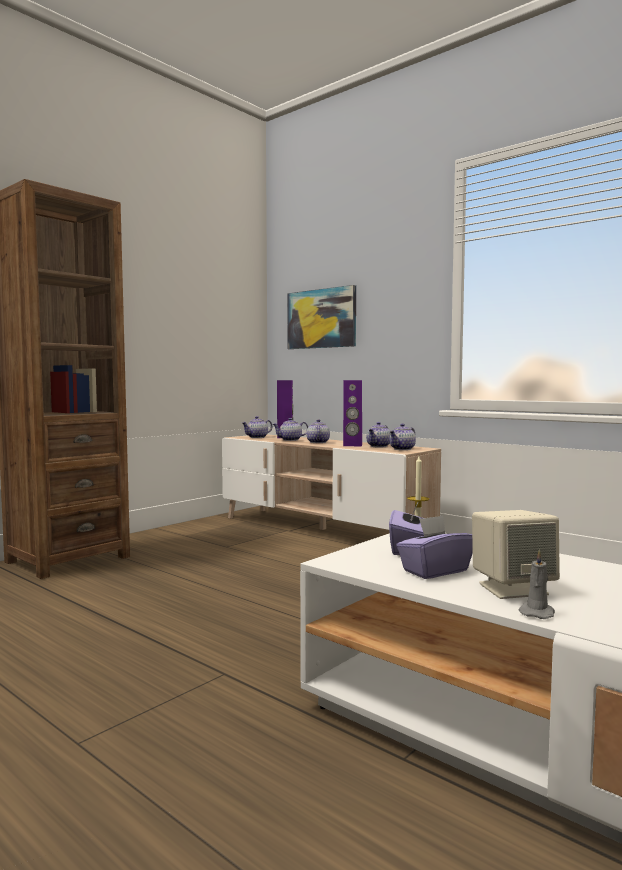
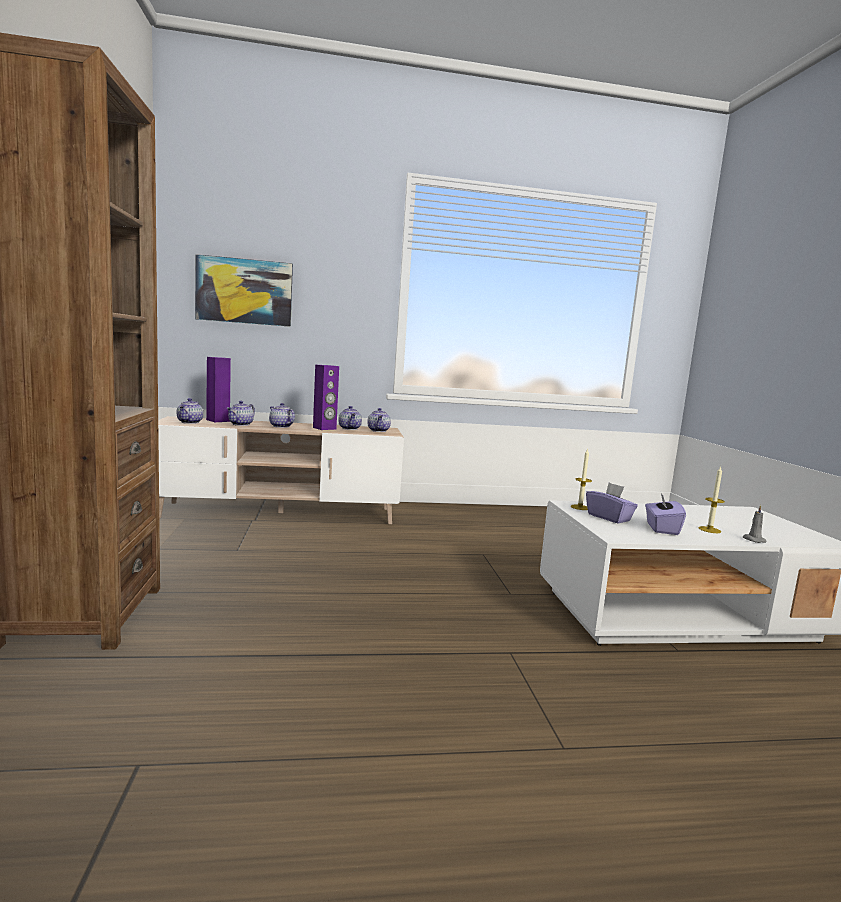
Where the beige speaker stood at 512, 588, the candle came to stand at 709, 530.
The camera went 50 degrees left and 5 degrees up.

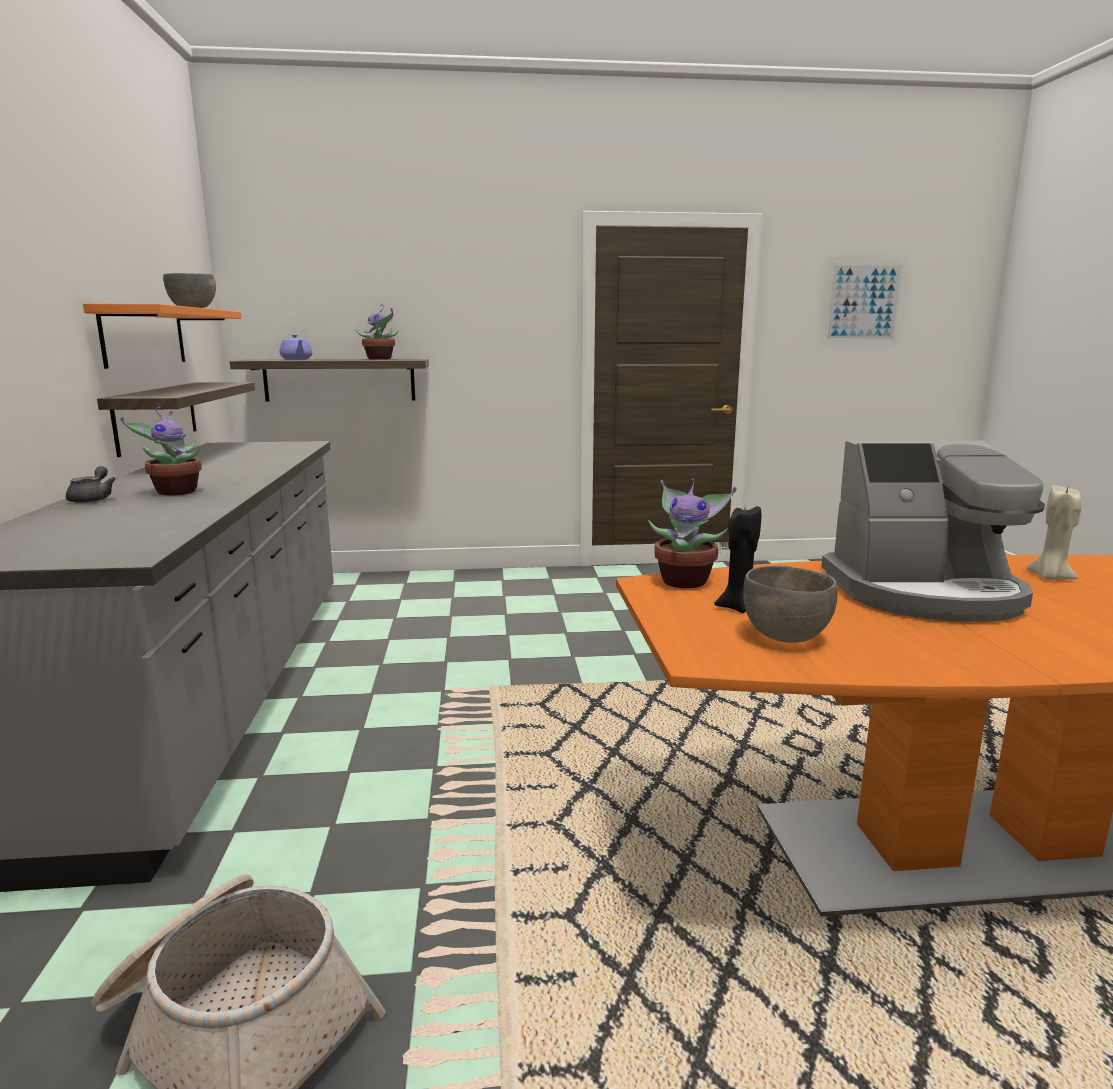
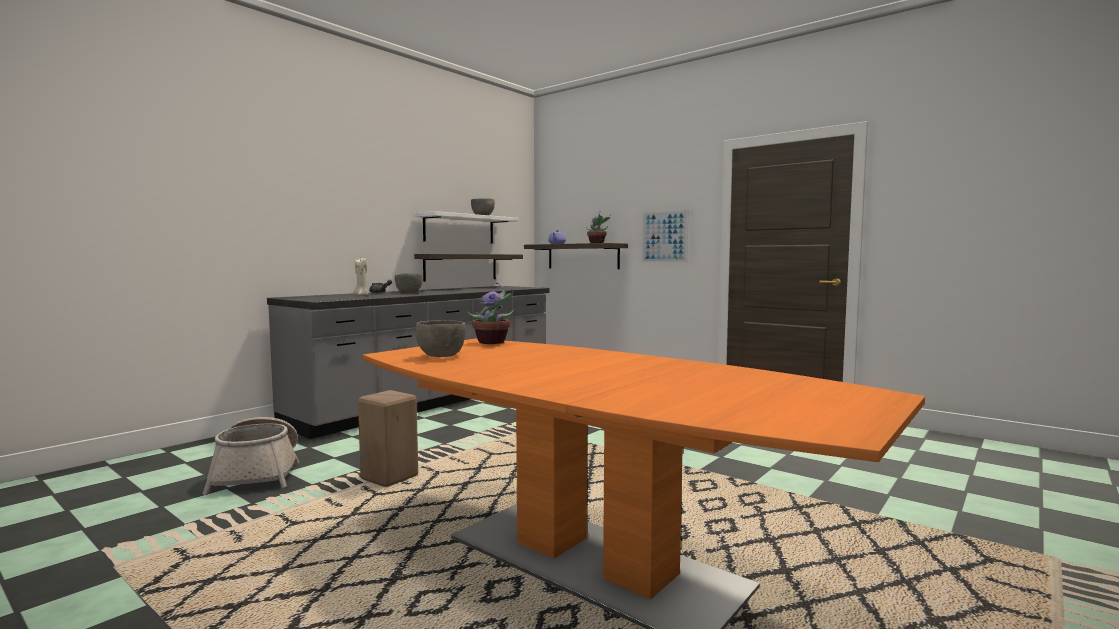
The picture ended up elsewhere, having gone from 863, 302 to 664, 236.
What was the orange shelf at 144, 336 turned into the white shelf at 459, 229.
Where the potted plant stood at 175, 492, the grey bowl came to stand at 409, 293.
The second view lost the coffee machine at 925, 593.
The beige candle ended up elsewhere, having gone from 1050, 577 to 361, 295.
The second view lost the black candle at 737, 607.
The second view gained the beige stool at 389, 477.
The camera went 45 degrees right and 10 degrees down.

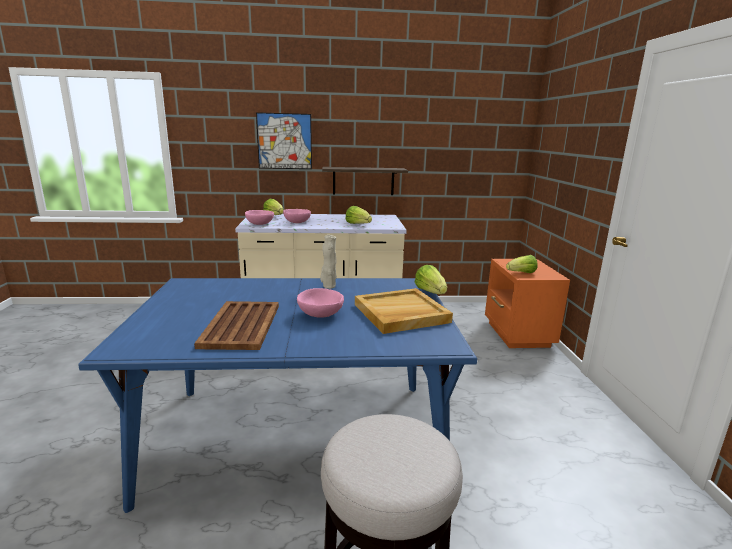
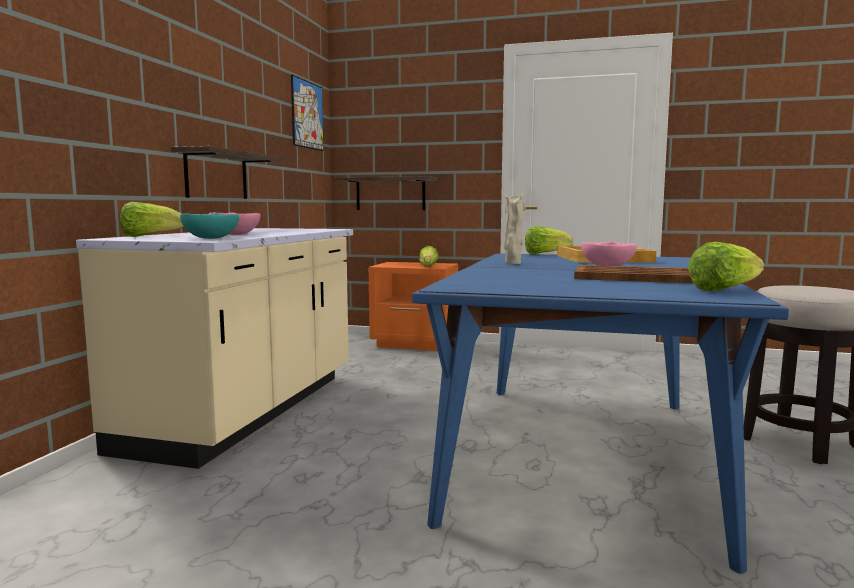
The picture ended up elsewhere, having gone from 284, 141 to 307, 115.
The lettuce ended up elsewhere, having gone from 358, 224 to 723, 290.
What was the pink bowl at 259, 224 turned into the turquoise bowl at 211, 238.
The second view gained the shelf at 390, 194.
The camera went 70 degrees left and 10 degrees down.

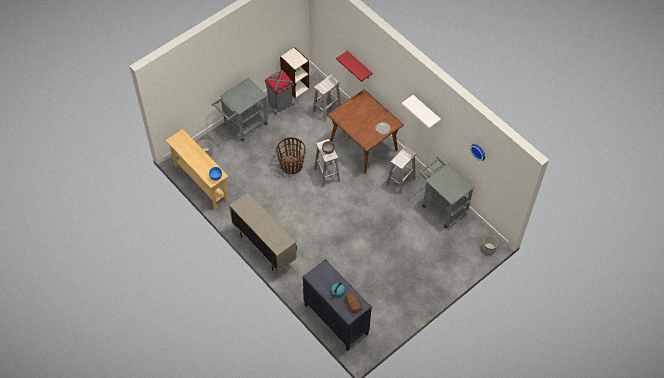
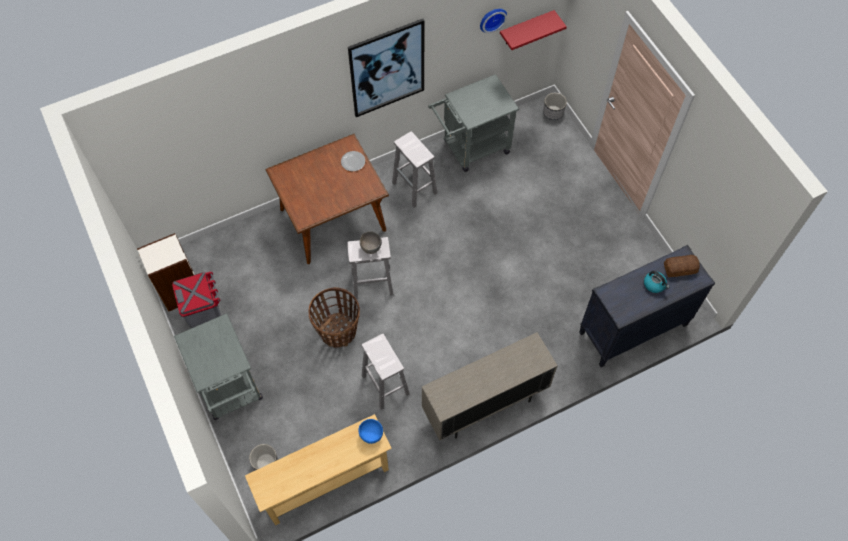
The red shelf ended up elsewhere, having gone from 359, 66 to 526, 28.
The white stool ended up elsewhere, having gone from 327, 110 to 385, 384.
Where the white shelf hung at 426, 111, the picture came to hang at 387, 68.
The camera went 75 degrees left and 5 degrees up.

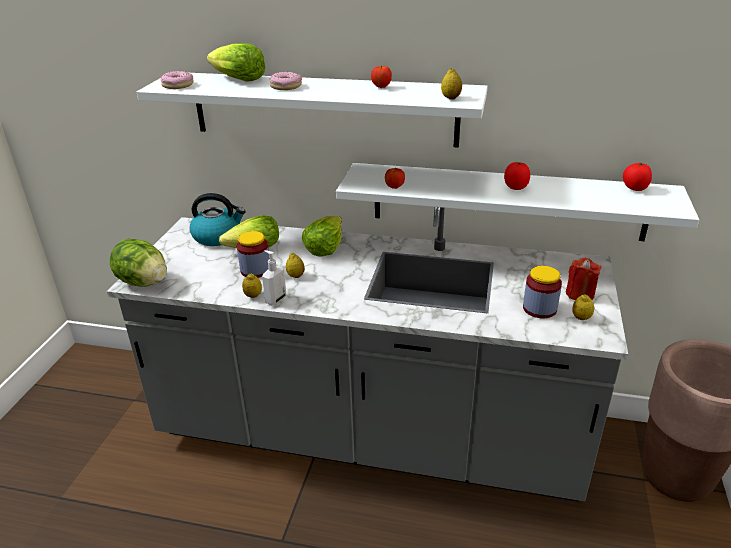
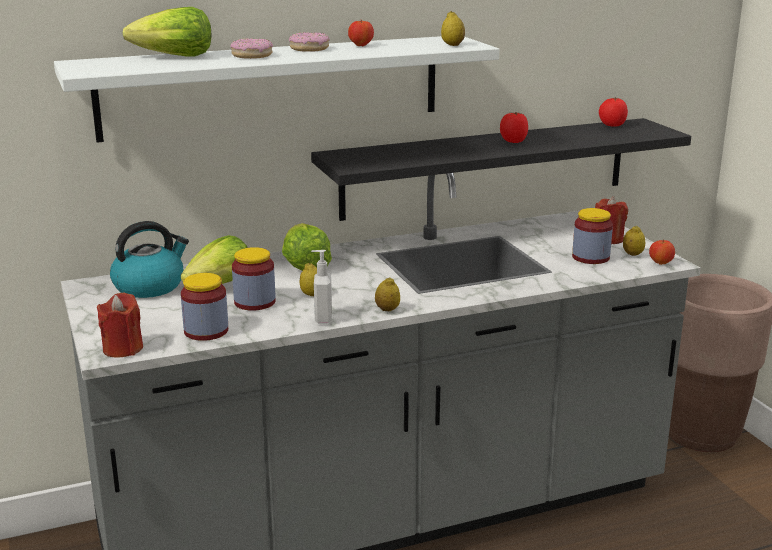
The donut ended up elsewhere, having gone from 178, 85 to 309, 49.
What was the white shelf at 507, 201 turned into the black shelf at 486, 168.
The apple ended up elsewhere, having gone from 394, 187 to 660, 263.
Where the lettuce stood at 144, 282, the red candle came to stand at 123, 349.
The lemon ended up elsewhere, having gone from 253, 295 to 387, 310.
The second view gained the jar at 206, 331.
The camera went 35 degrees left and 10 degrees down.

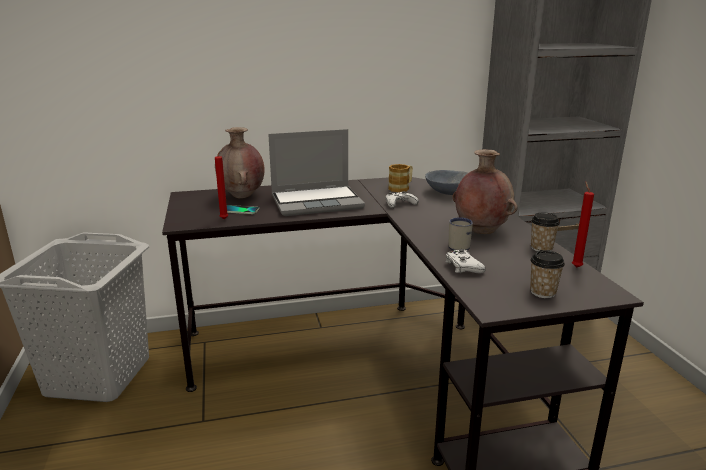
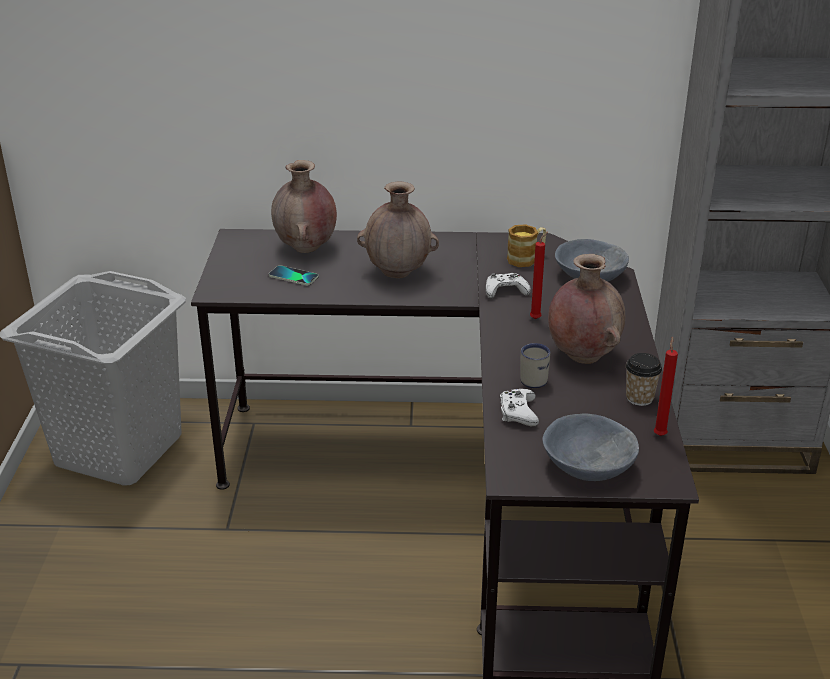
Where the laptop stood at 317, 202, the brown vase came to stand at 398, 273.
The red candle ended up elsewhere, having gone from 225, 218 to 536, 318.
Where the cup stood at 542, 292, the grey bowl came to stand at 586, 466.
The camera went 15 degrees right and 10 degrees up.

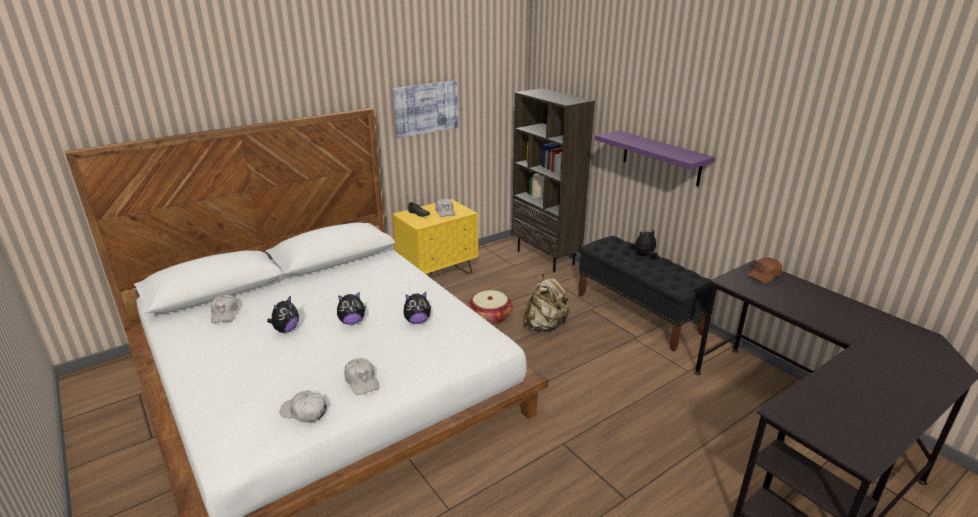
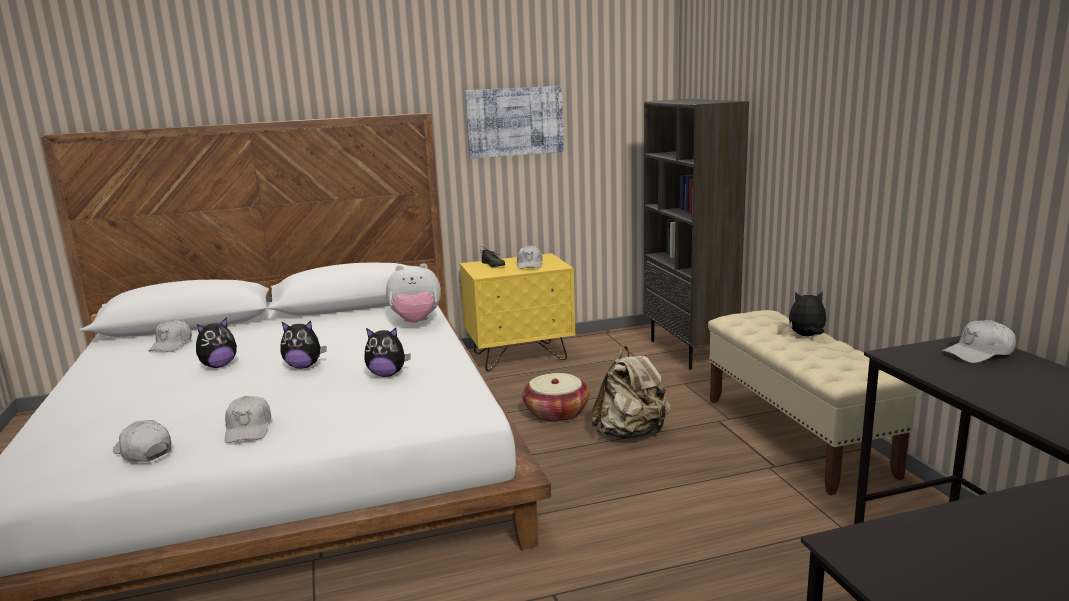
The second view lost the purple shelf at 661, 158.
What was the black bench at 638, 314 turned into the beige bench at 796, 436.
What was the brown cap at 764, 275 turned into the white cap at 979, 353.
The second view gained the plush toy at 416, 322.
The camera went 20 degrees right and 10 degrees down.

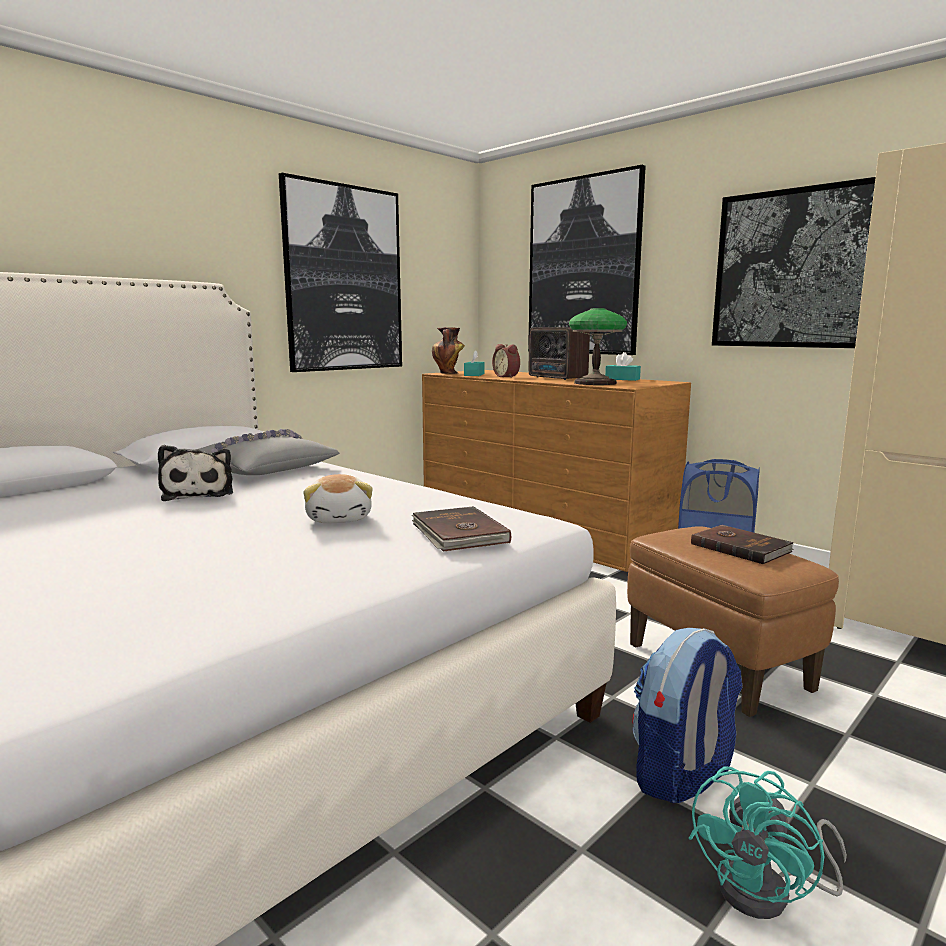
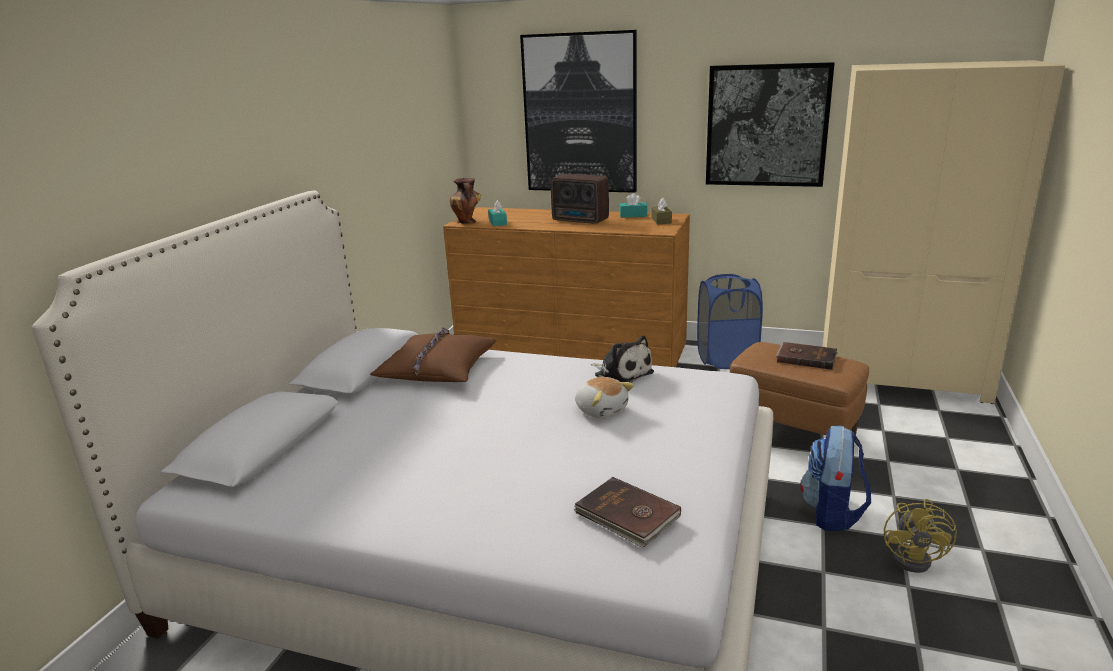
The second view lost the picture at 344, 279.
The second view lost the table lamp at 595, 383.
The second view lost the alarm clock at 507, 377.
What was the grey pillow at 262, 469 turned into the brown pillow at 437, 369.
The plush toy ended up elsewhere, having gone from 199, 494 to 621, 374.
The brown book ended up elsewhere, having gone from 458, 533 to 627, 515.
What was the turquoise fan at 768, 893 turned into the yellow fan at 917, 559.
The second view gained the brown tissue box at 661, 220.
The camera went 25 degrees left and 10 degrees up.

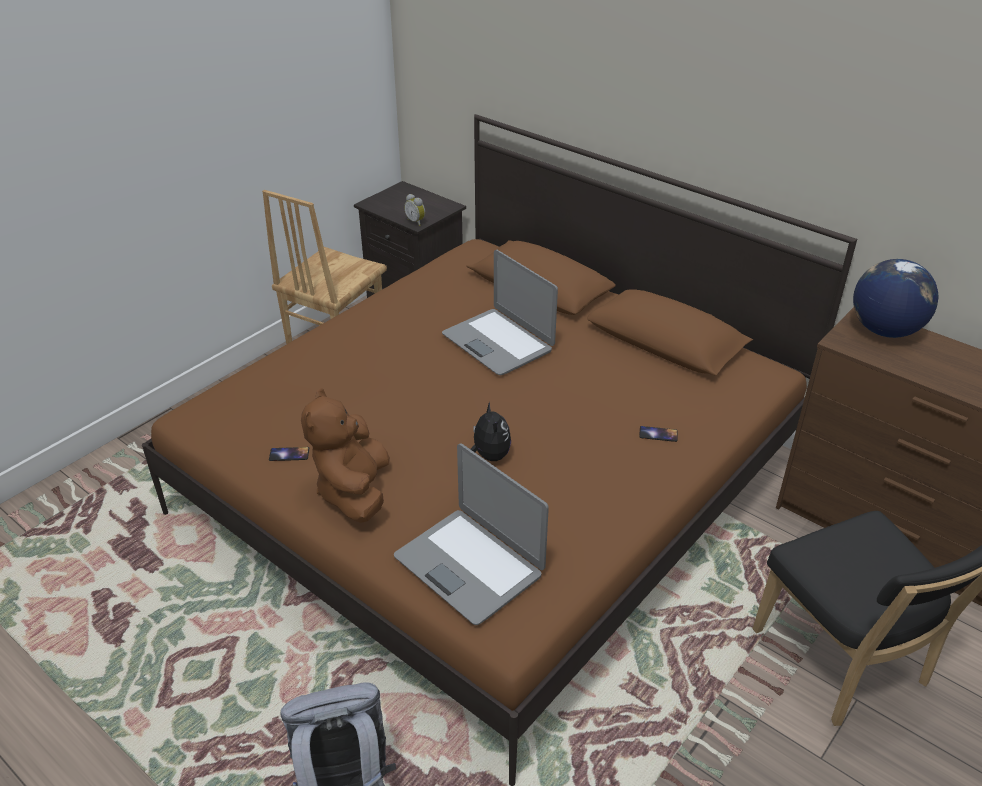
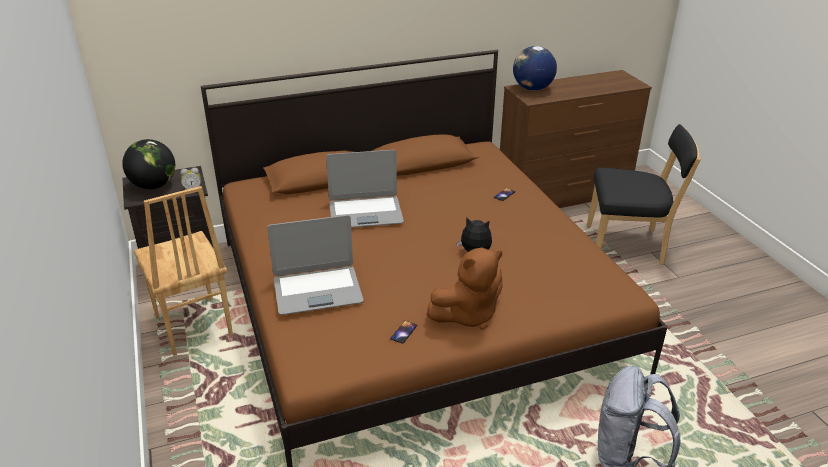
The brown plush toy at 354, 492 ended up facing another way, 60 degrees counterclockwise from before.
The laptop ended up elsewhere, having gone from 469, 565 to 317, 290.
The second view gained the globe at 154, 186.
The camera went 60 degrees left and 5 degrees down.

